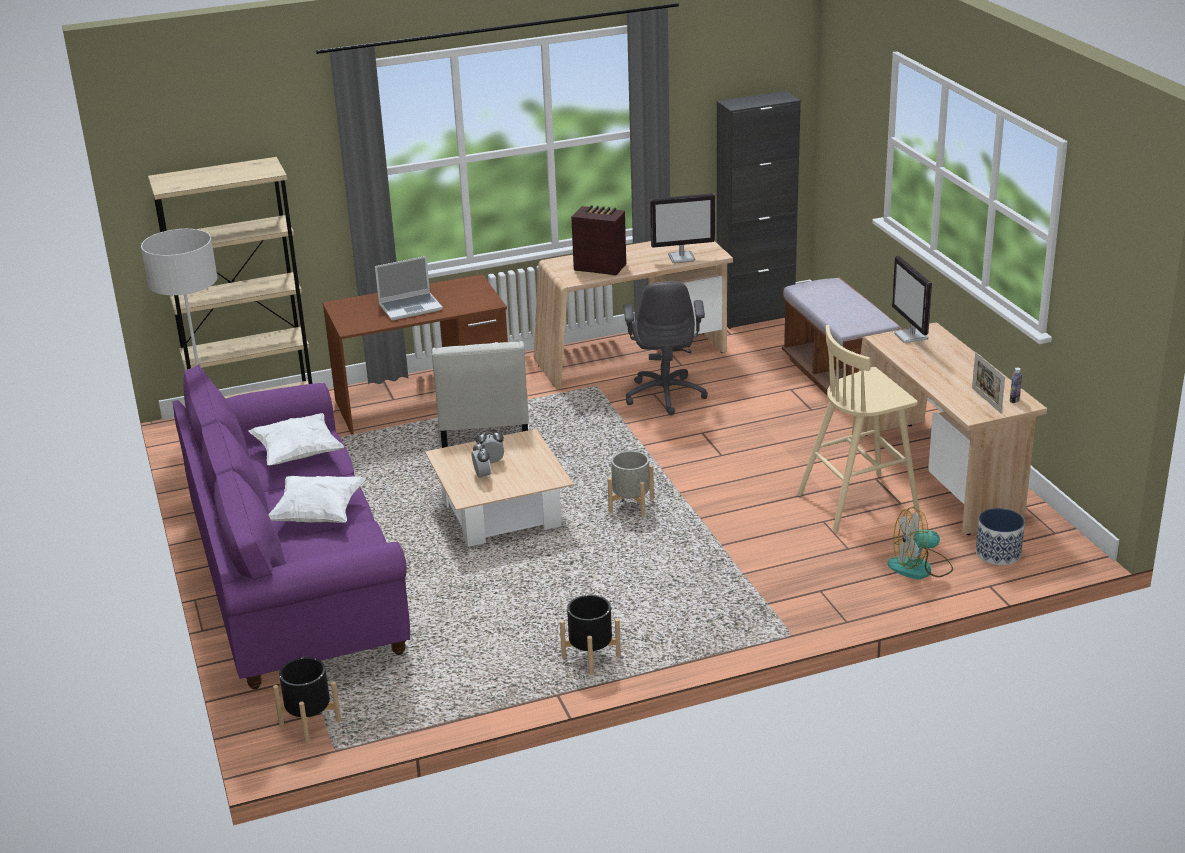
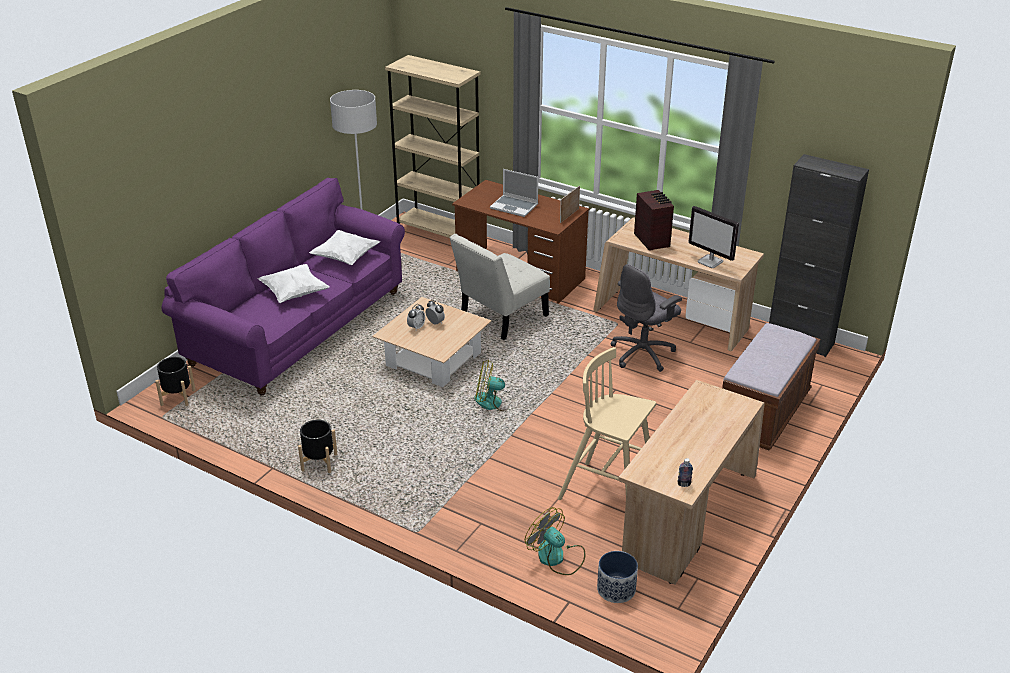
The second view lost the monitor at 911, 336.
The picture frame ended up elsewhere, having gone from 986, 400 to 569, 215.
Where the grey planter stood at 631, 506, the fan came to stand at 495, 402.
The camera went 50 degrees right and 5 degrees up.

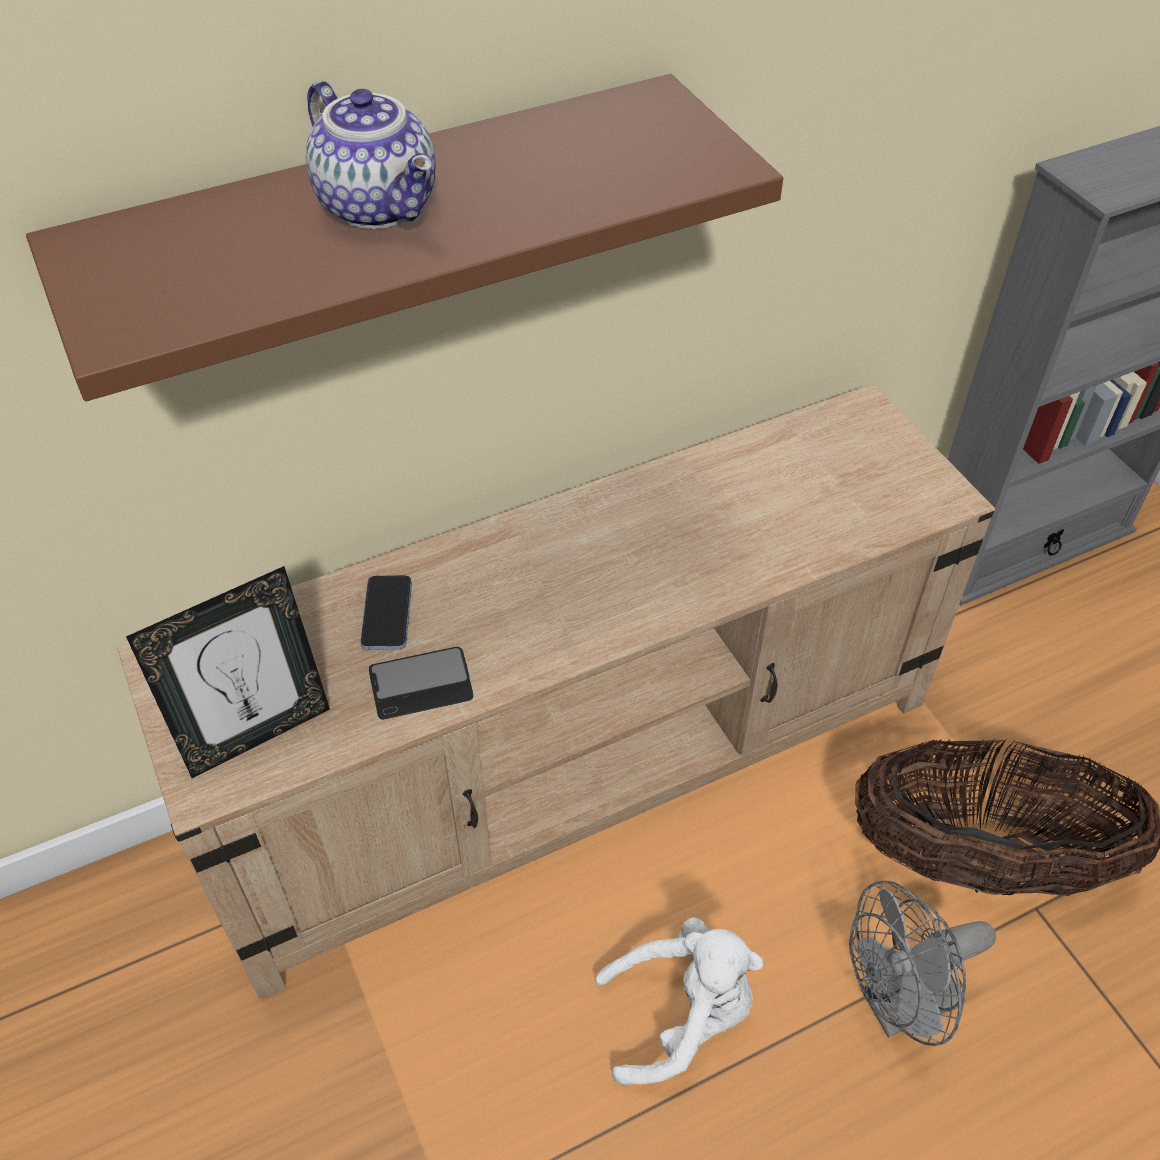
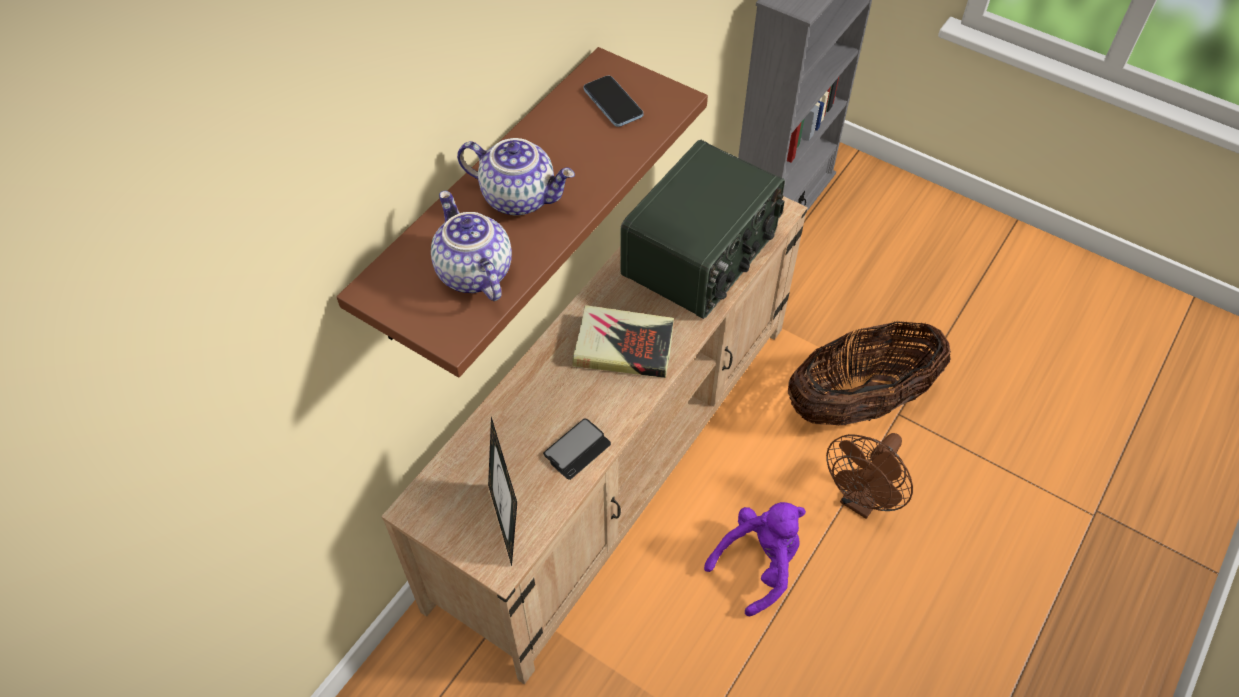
The picture frame at 257, 734 ended up facing another way, 135 degrees clockwise from before.
The phone ended up elsewhere, having gone from 387, 614 to 613, 103.
What was the grey fan at 898, 1006 turned into the brown fan at 861, 500.
What was the white plush toy at 681, 1015 turned into the purple plush toy at 758, 564.
The second view gained the radio at 702, 255.
The second view gained the teapot at 472, 273.
The second view gained the book at 623, 347.
The camera went 30 degrees left and 5 degrees up.

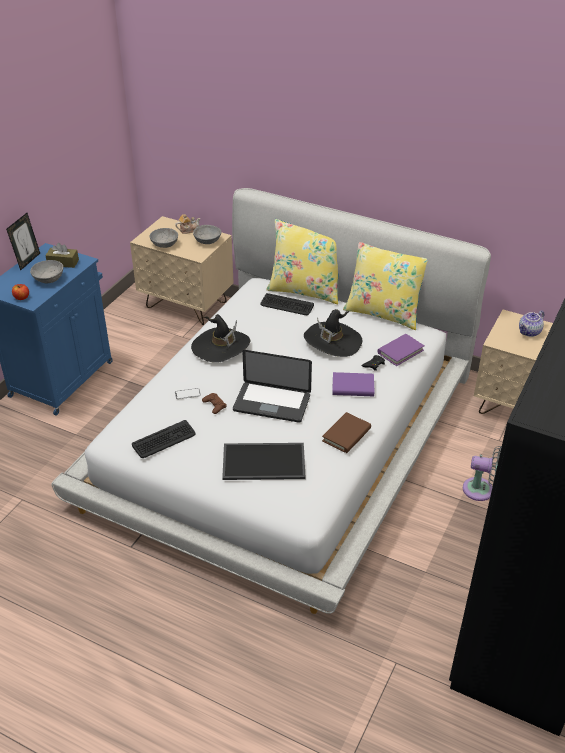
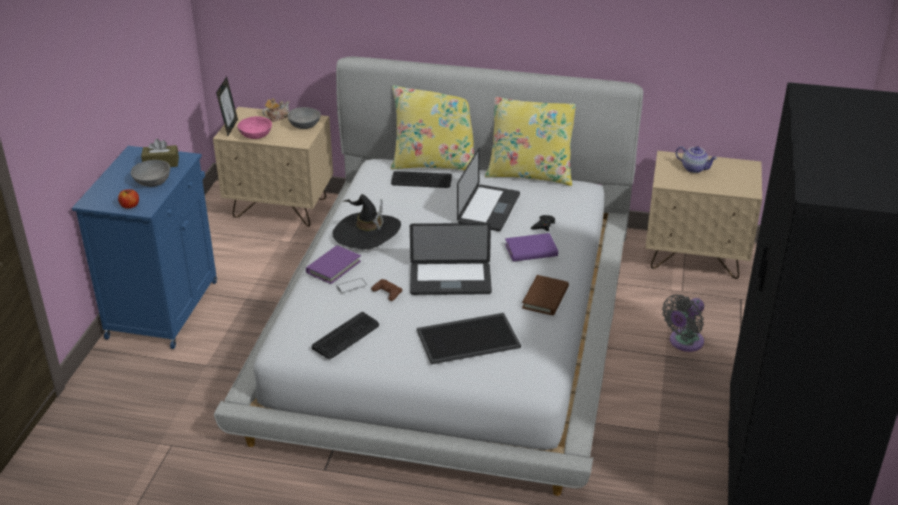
The picture frame ended up elsewhere, having gone from 28, 261 to 230, 127.
What was the grey bowl at 164, 244 turned into the pink bowl at 255, 135.
Where the black hat stood at 332, 341, the laptop came to stand at 488, 209.
The teapot at 529, 332 ended up facing another way, 90 degrees counterclockwise from before.
The purple book ended up elsewhere, having gone from 400, 351 to 333, 267.
The grey fan at 481, 490 ended up facing another way, 135 degrees clockwise from before.
The camera went 15 degrees left and 5 degrees down.

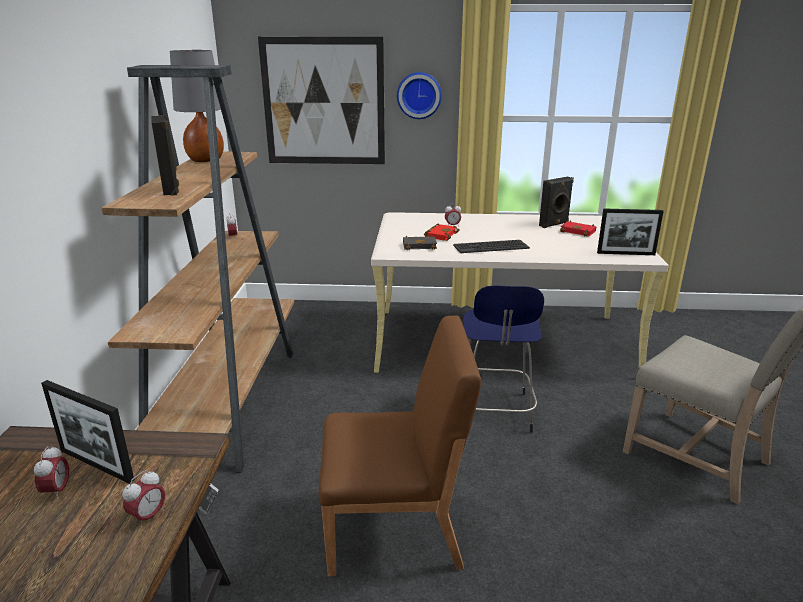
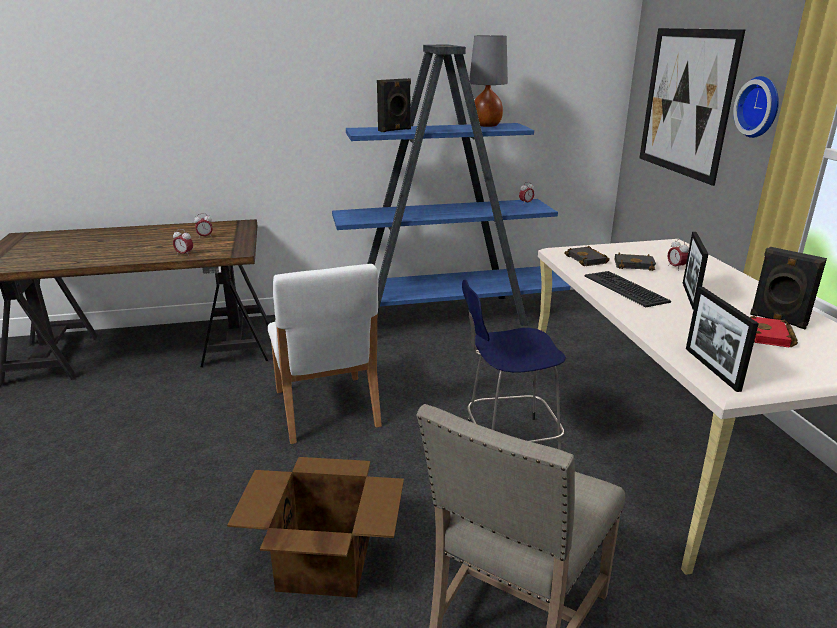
What was the brown bookcase at 227, 401 turned into the blue bookcase at 442, 317.
What was the red book at 440, 235 turned into the black book at 635, 265.
What was the brown chair at 395, 528 turned into the white chair at 326, 409.
The picture frame ended up elsewhere, having gone from 96, 465 to 689, 295.
The second view gained the cardboard box at 323, 561.
The camera went 75 degrees right and 0 degrees up.

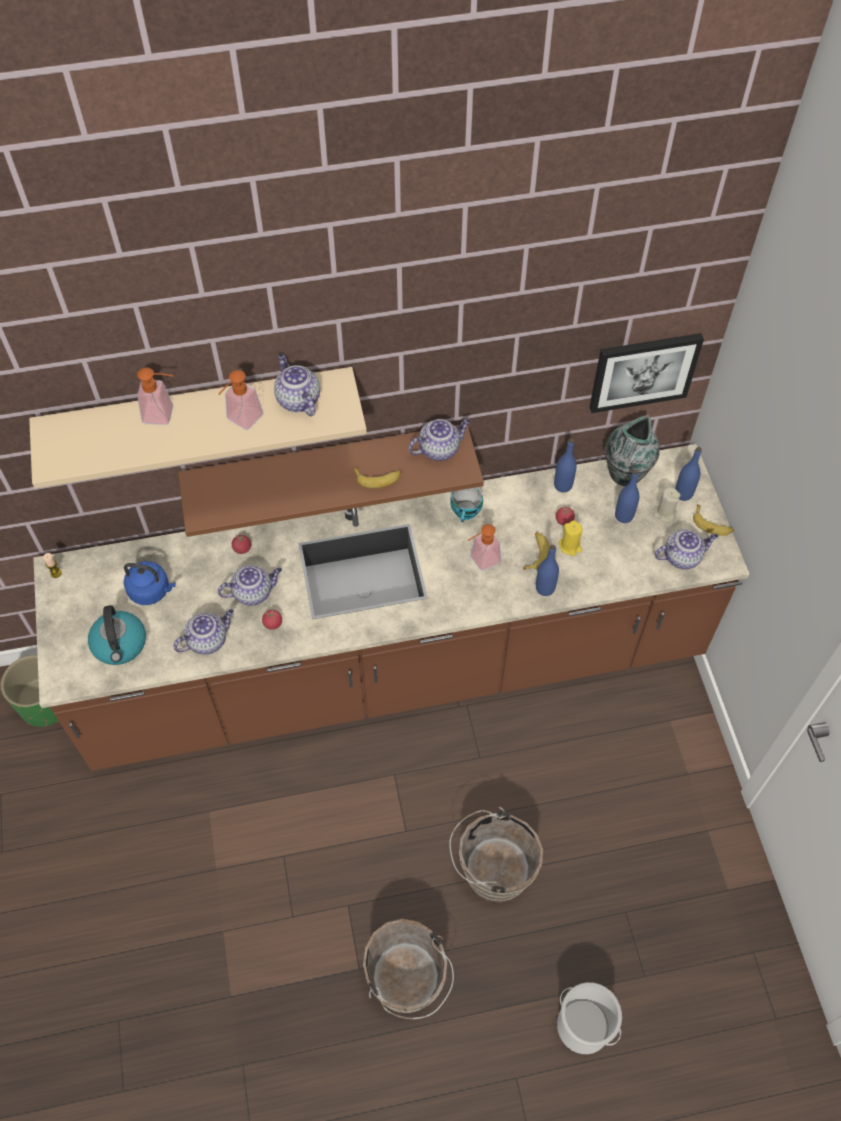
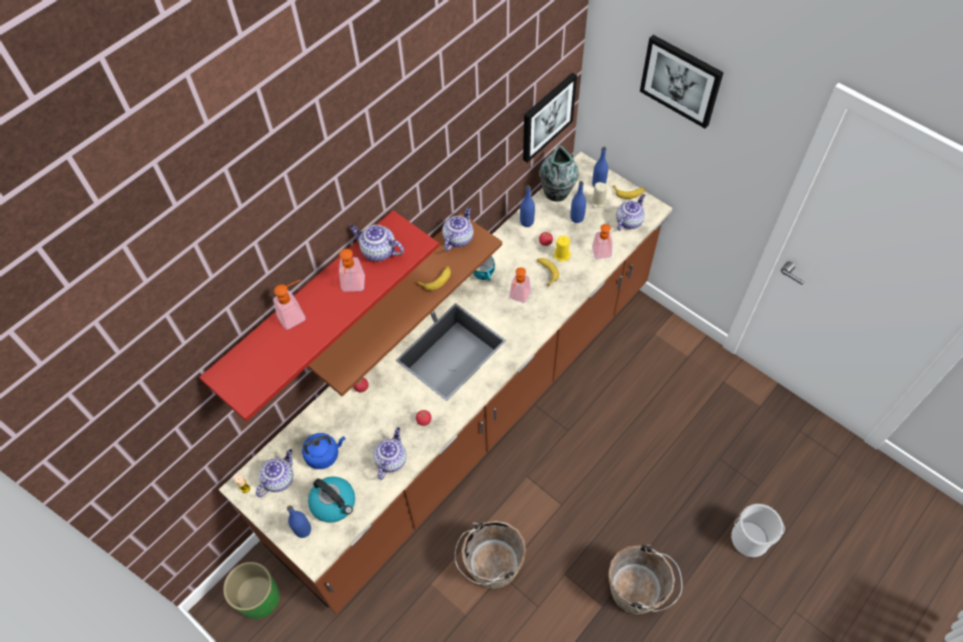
What was the beige shelf at 198, 413 turned into the red shelf at 306, 304.
The blue bottle ended up elsewhere, having gone from 545, 588 to 303, 530.
The teapot ended up elsewhere, having gone from 253, 592 to 279, 479.
The brown bucket ended up elsewhere, having gone from 491, 871 to 490, 567.
The second view gained the picture at 681, 80.
The second view gained the soap dispenser at 602, 255.
The camera went 35 degrees left and 0 degrees up.

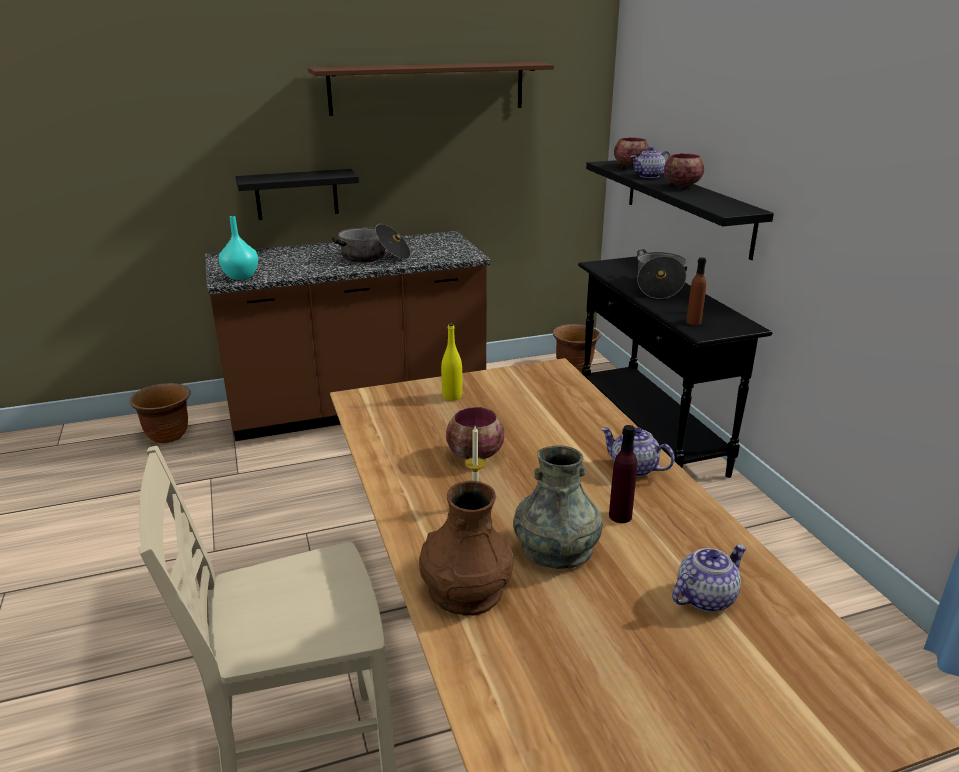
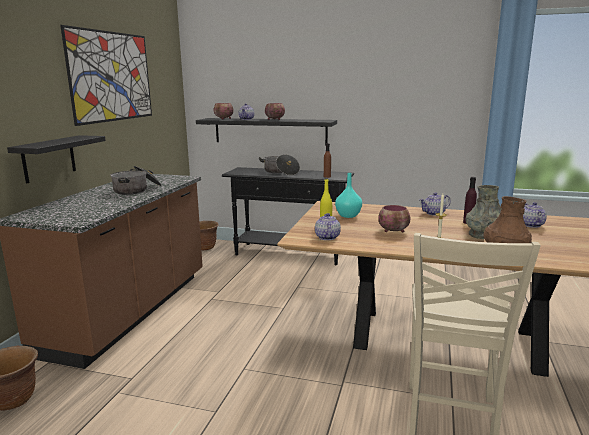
Where the brown shelf hung at 428, 88, the picture came to hang at 112, 76.
The turquoise vase ended up elsewhere, having gone from 241, 277 to 349, 216.
The second view gained the teapot at 327, 237.
The camera went 55 degrees left and 10 degrees down.

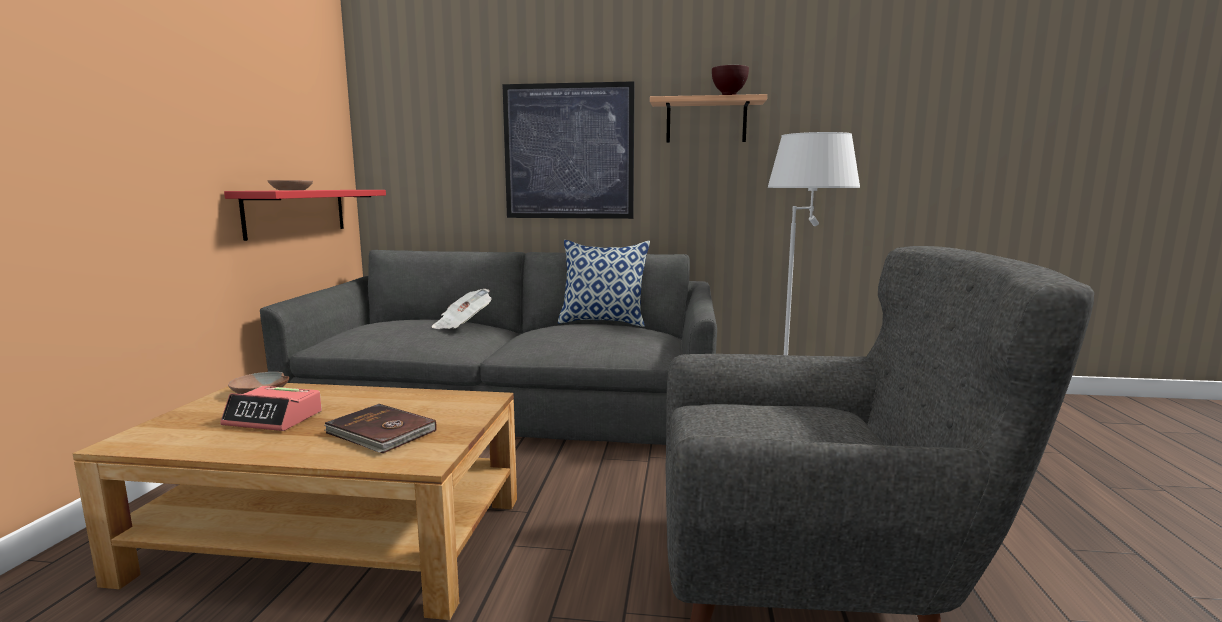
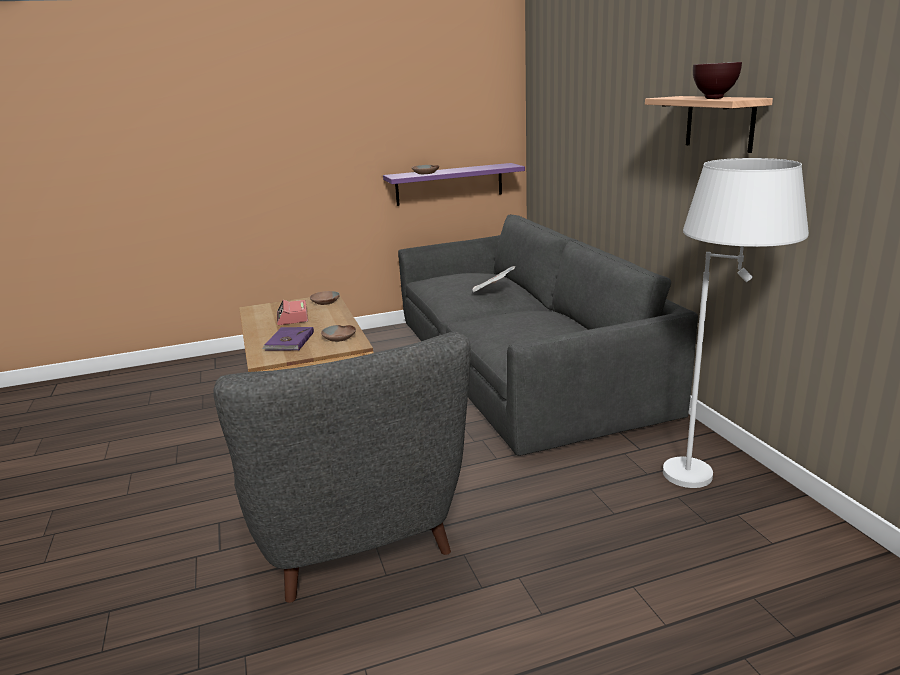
The second view lost the picture at 569, 152.
What was the red shelf at 296, 212 turned into the purple shelf at 449, 184.
The second view lost the pillow at 603, 322.
What was the brown book at 380, 433 turned into the purple book at 289, 341.
The second view gained the brown bowl at 339, 338.
The camera went 65 degrees right and 10 degrees up.

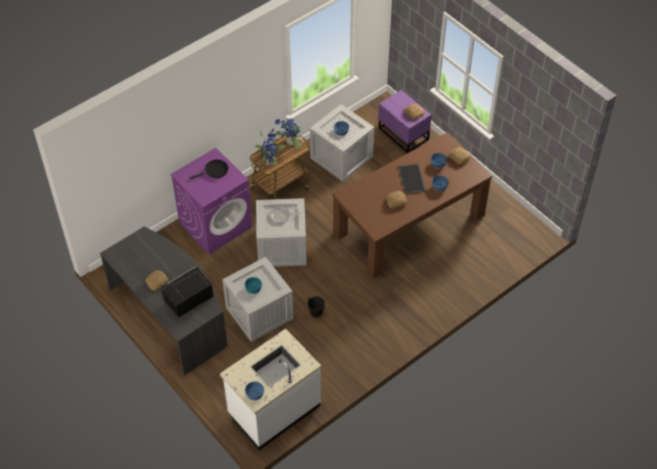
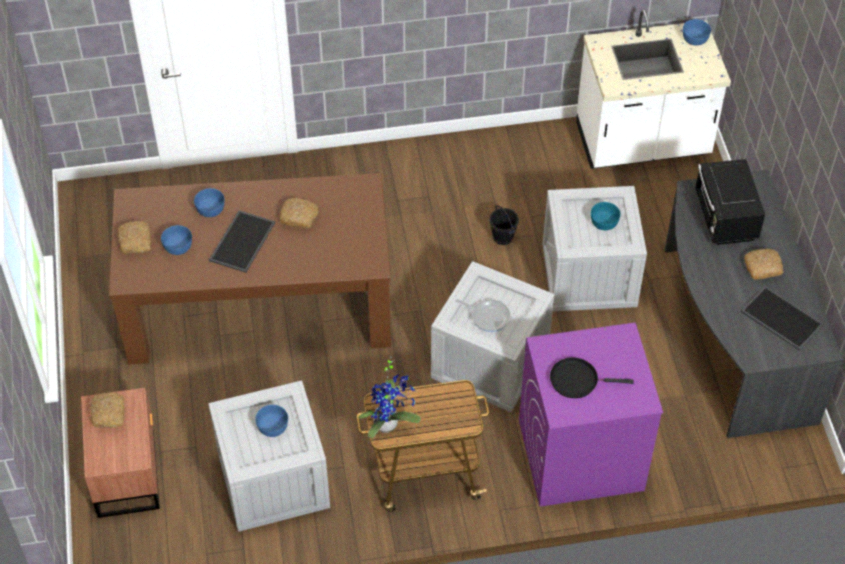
What was the purple nightstand at 403, 135 turned into the brown nightstand at 128, 471.
The second view lost the potted plant at 270, 161.
The black microwave at 188, 300 ended up facing another way, 90 degrees clockwise from before.
The second view gained the tray at 780, 319.
The camera went 150 degrees left and 0 degrees up.

